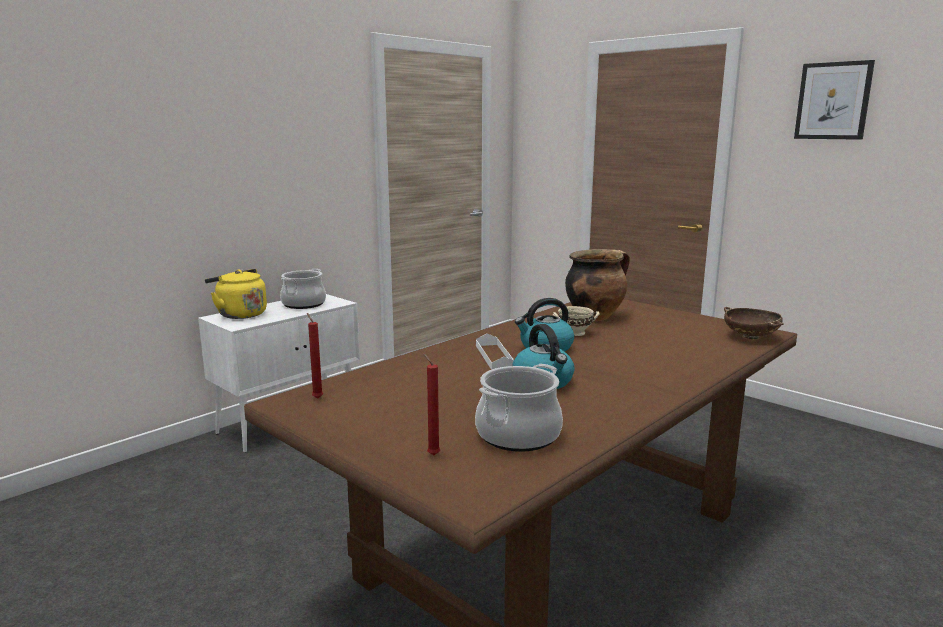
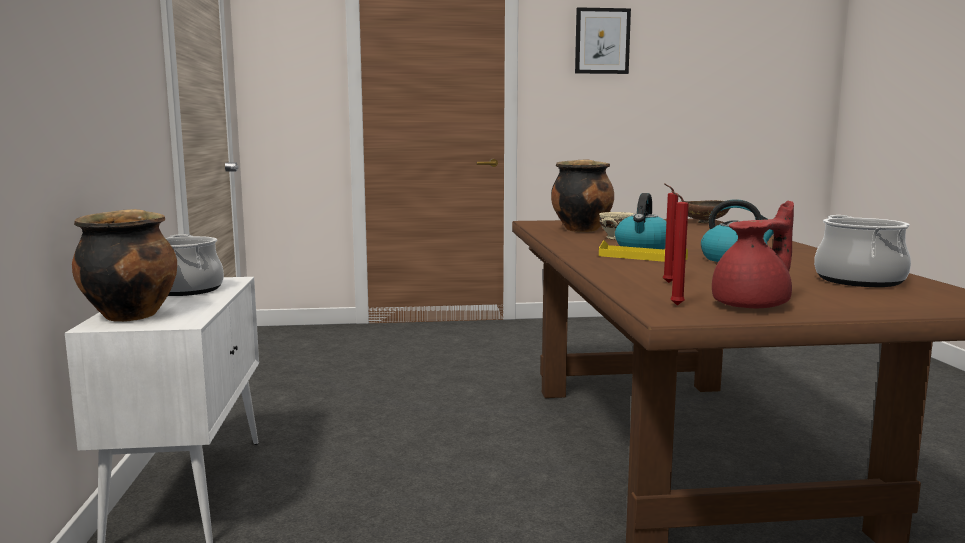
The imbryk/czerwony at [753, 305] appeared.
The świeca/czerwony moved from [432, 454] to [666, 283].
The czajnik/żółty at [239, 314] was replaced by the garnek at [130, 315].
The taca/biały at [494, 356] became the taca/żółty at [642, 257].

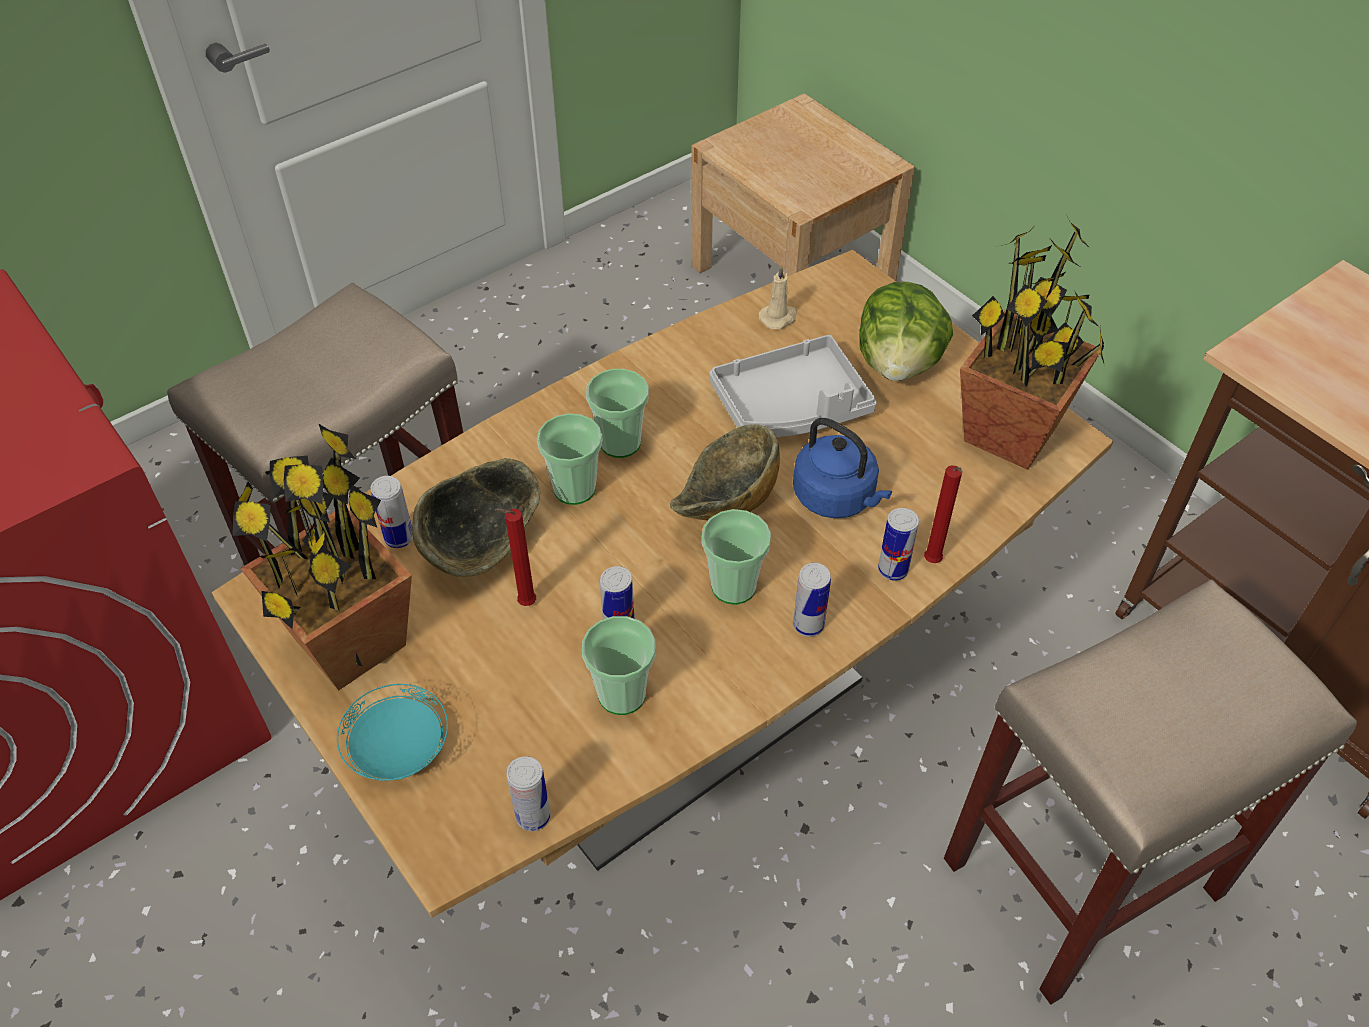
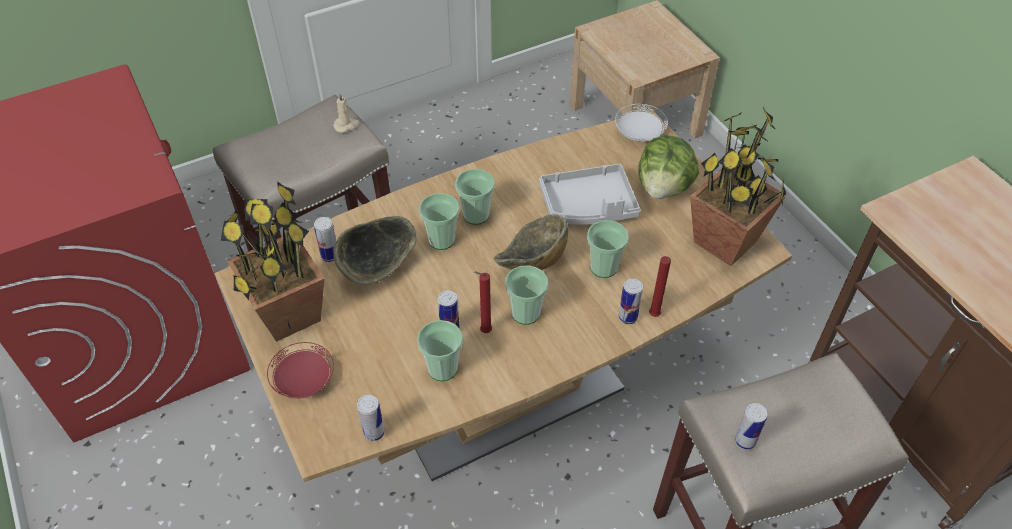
The talerz/biały at [638, 134] appeared.
The świeca/czerwony moved from [524, 604] to [484, 331].
The świeca/beżowy moved from [779, 317] to [346, 125].
The puszka moved from [808, 625] to [745, 441].
The czajnik/niebieski at [837, 498] was replaced by the filiżanka at [603, 267].
The talerz/turkusowy at [399, 749] became the talerz/czerwony at [304, 381].

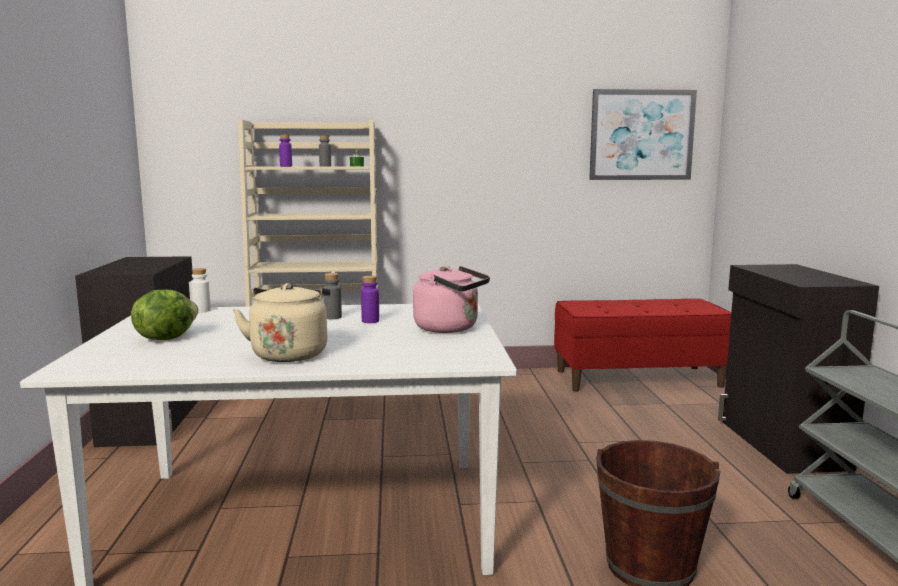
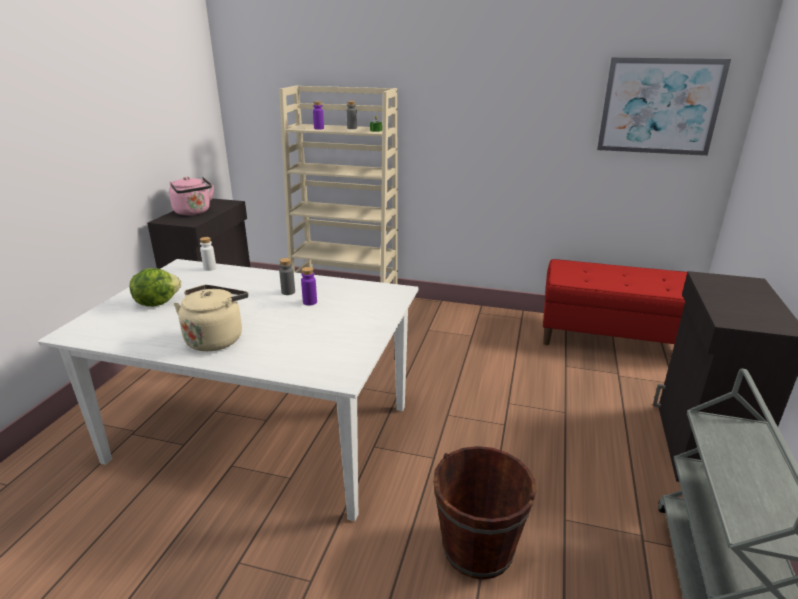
The czajnik/różowy moved from [450, 328] to [193, 212].

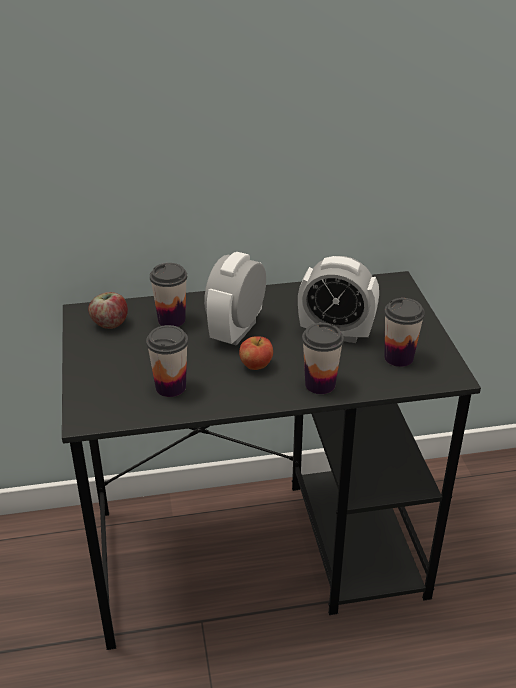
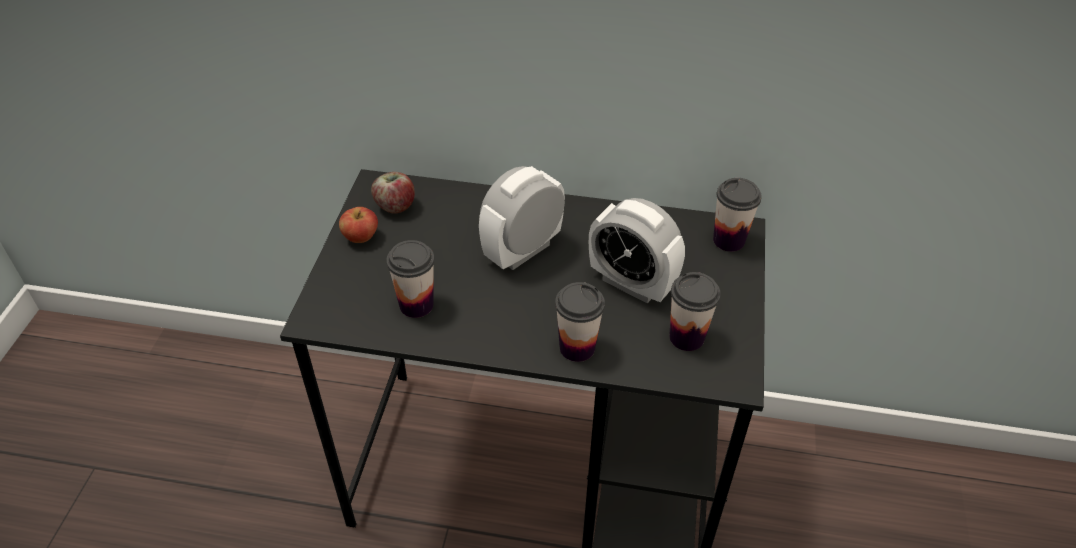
The filiżanka moved from [171, 320] to [728, 240].
The jabłko moved from [256, 365] to [360, 237].

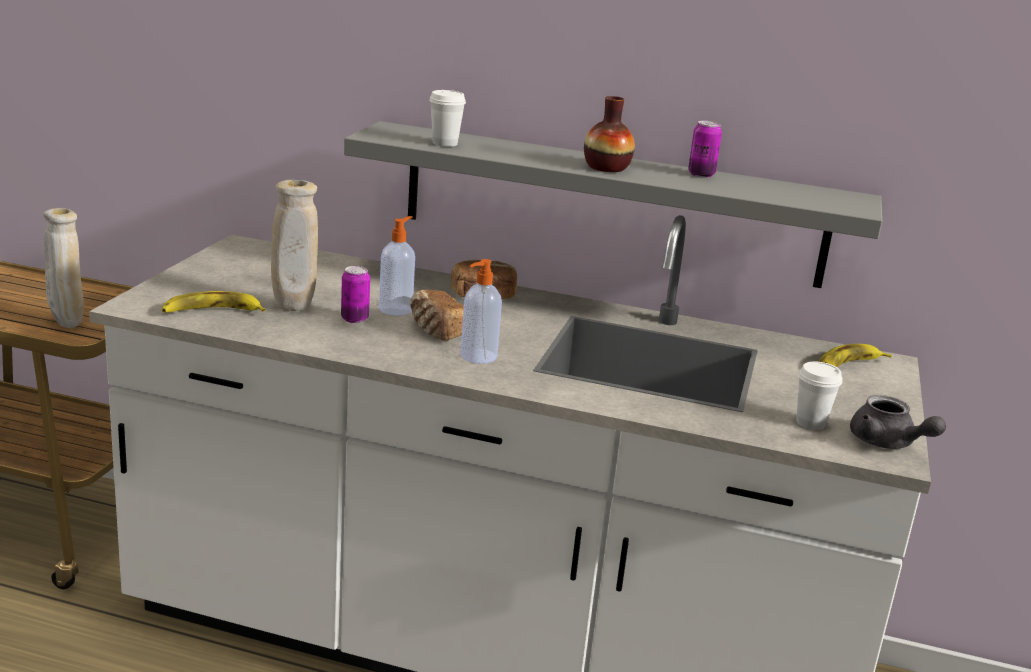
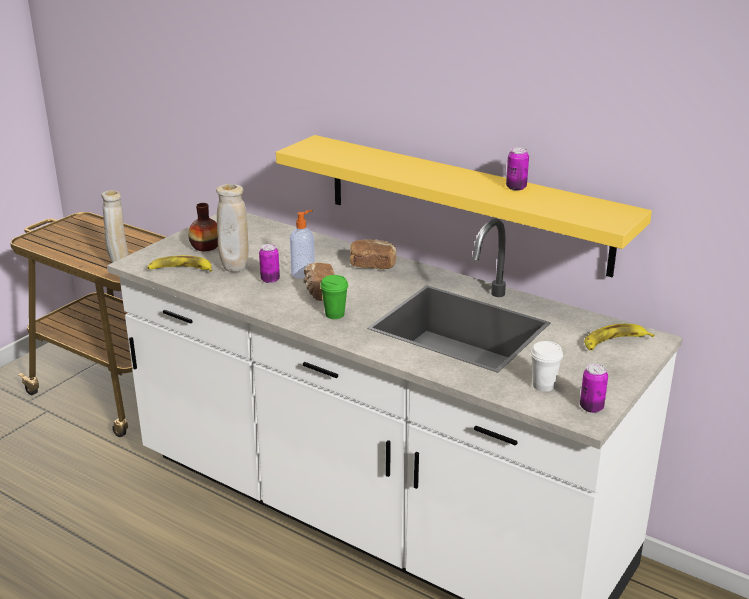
The filiżanka/biały at [445, 143] disappeared.
The wazon moved from [606, 167] to [206, 246].
The dozownik mydła at [477, 357] was replaced by the filiżanka/zielony at [334, 314].
The imbryk/szary at [887, 443] was replaced by the puszka at [591, 407].
The półka/szary at [611, 204] became the półka/żółty at [465, 203].

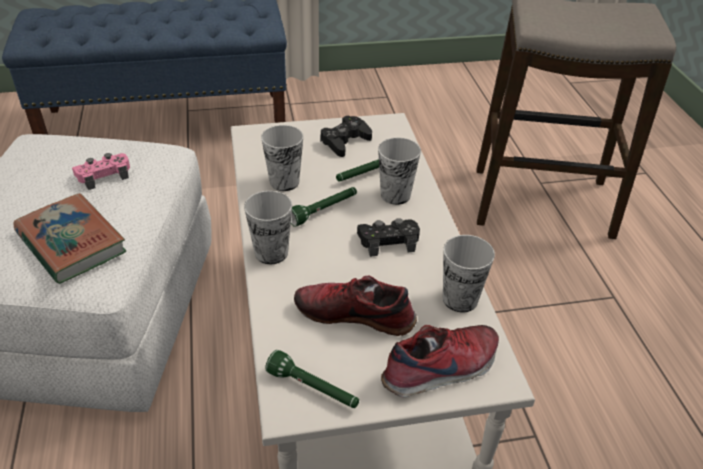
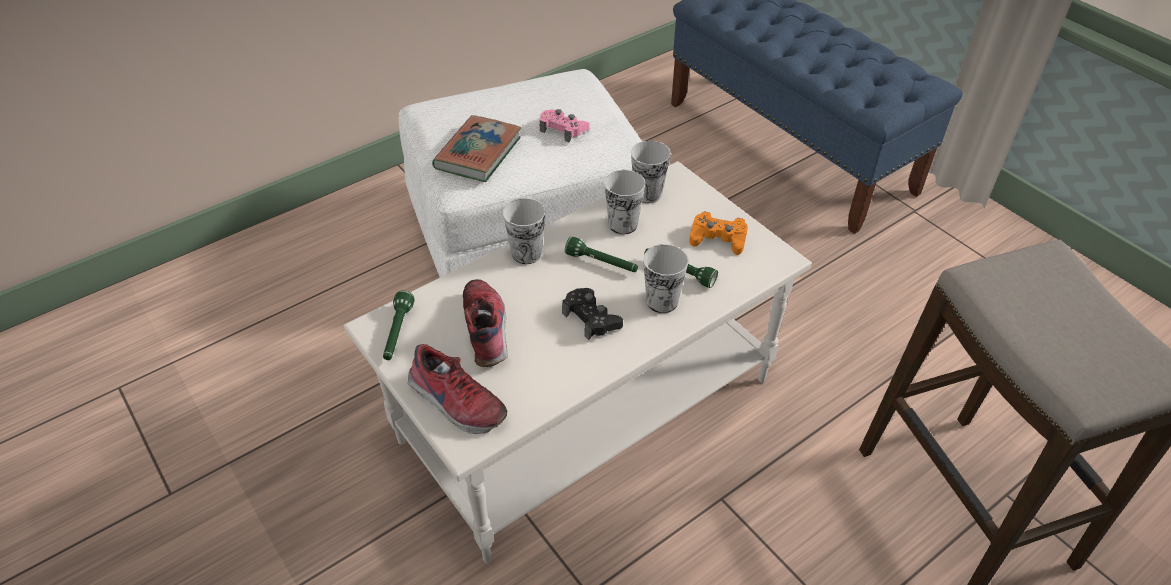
The filiżanka moved from [460, 299] to [648, 194].
The pad do gier/czarny at [345, 141] became the pad do gier/pomarańczowy at [718, 238].

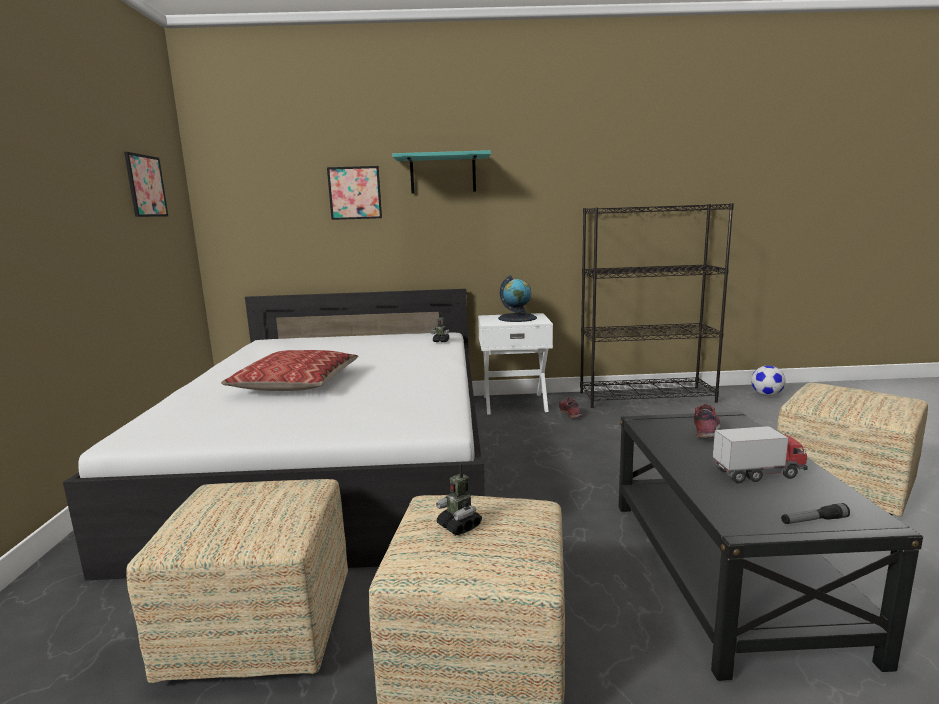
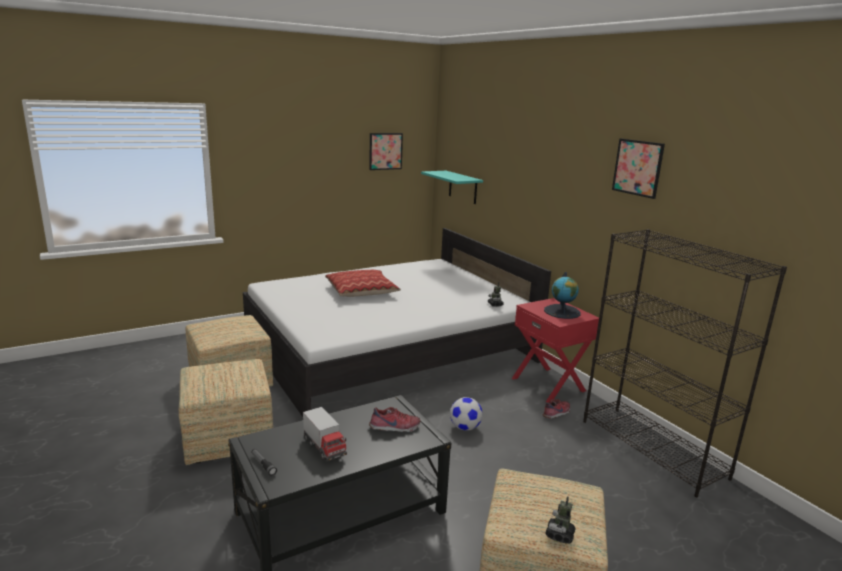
The obraz moved from [355, 193] to [637, 167].
The półka/turkusowy moved from [443, 174] to [463, 187].
The robot zabawkowy moved from [459, 526] to [559, 535].
The piłka futbolowa moved from [766, 395] to [465, 427].
The szafka nocna/biały at [514, 403] became the szafka nocna/czerwony at [549, 384].

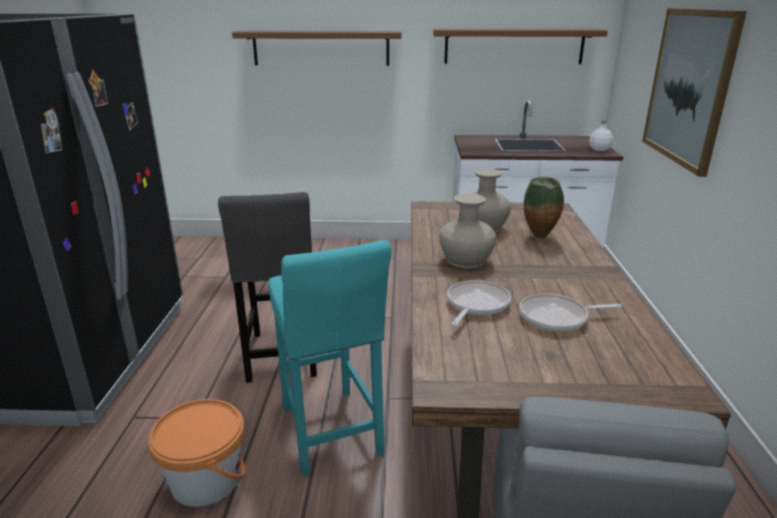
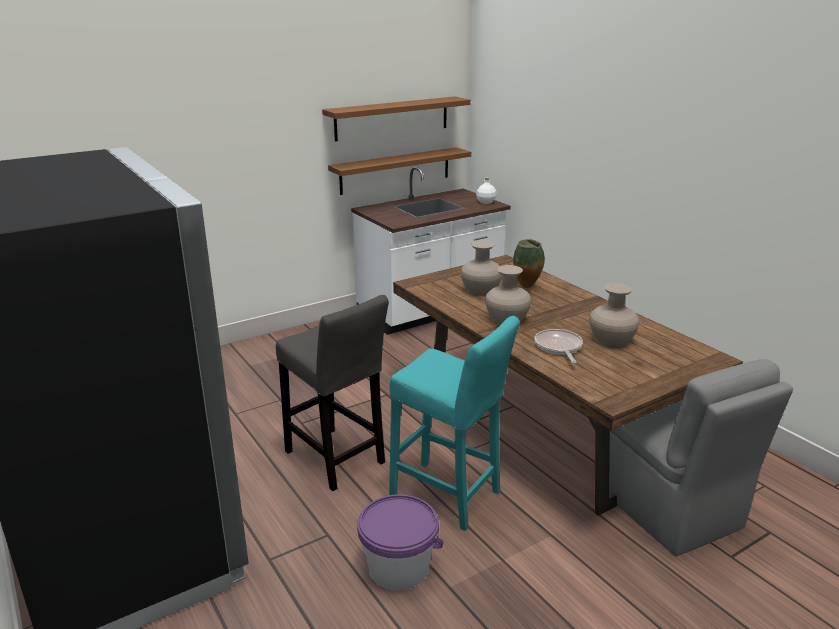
The obraz at [689, 87] disappeared.
The półka/brązowy moved from [321, 48] to [395, 170].
The patelnia at [557, 318] was replaced by the wazon/beżowy at [611, 340].
The wiadro/pomarańczowy at [206, 480] became the wiadro/fioletowy at [399, 567].

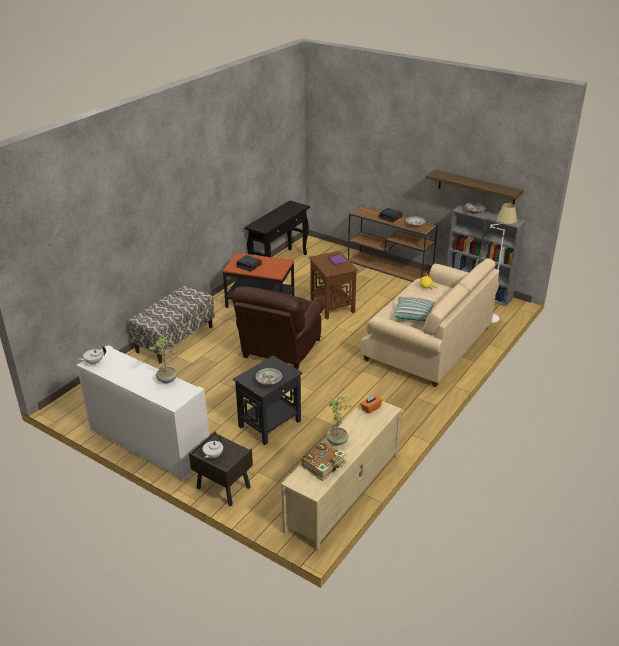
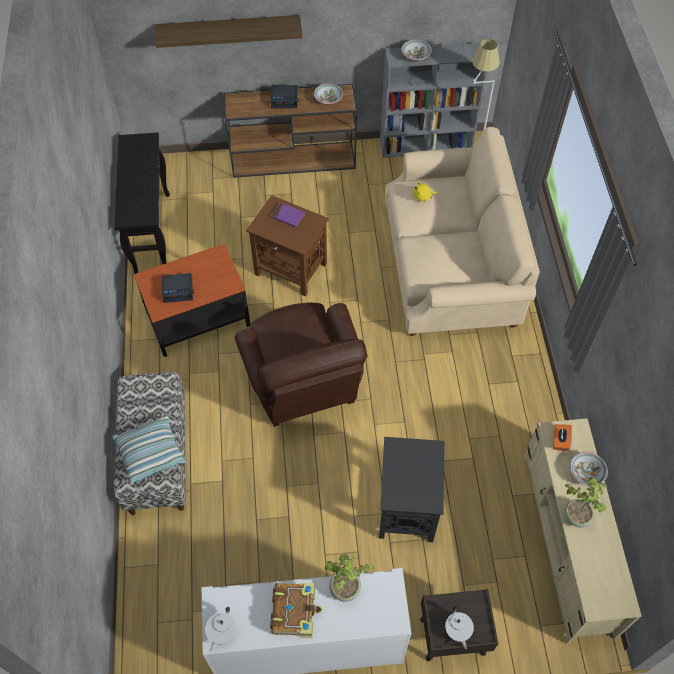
The miska moved from [269, 382] to [586, 473].
The książka moved from [324, 465] to [295, 611].
The poduszka moved from [413, 315] to [151, 453].
The półka moved from [476, 188] to [229, 30].

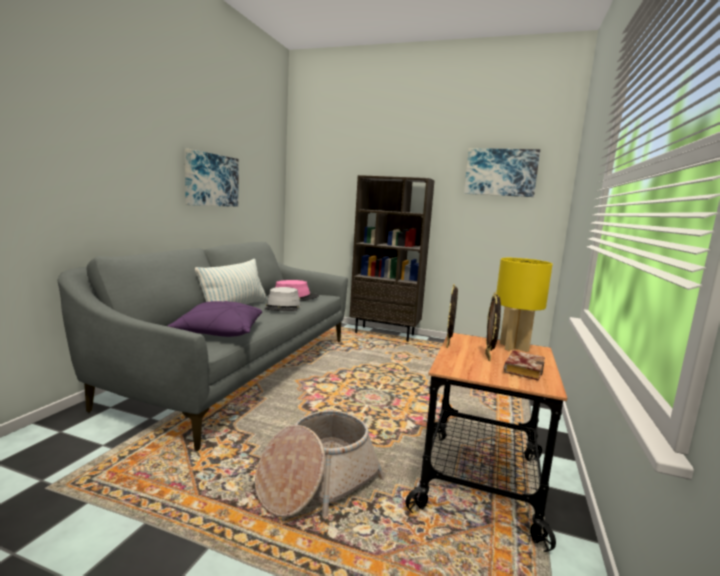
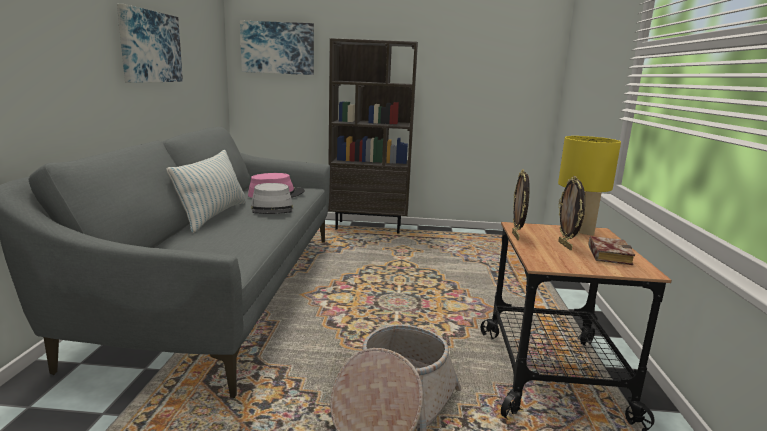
The poduszka/fioletowy at [219, 332] disappeared.
The obraz moved from [500, 172] to [278, 48].

